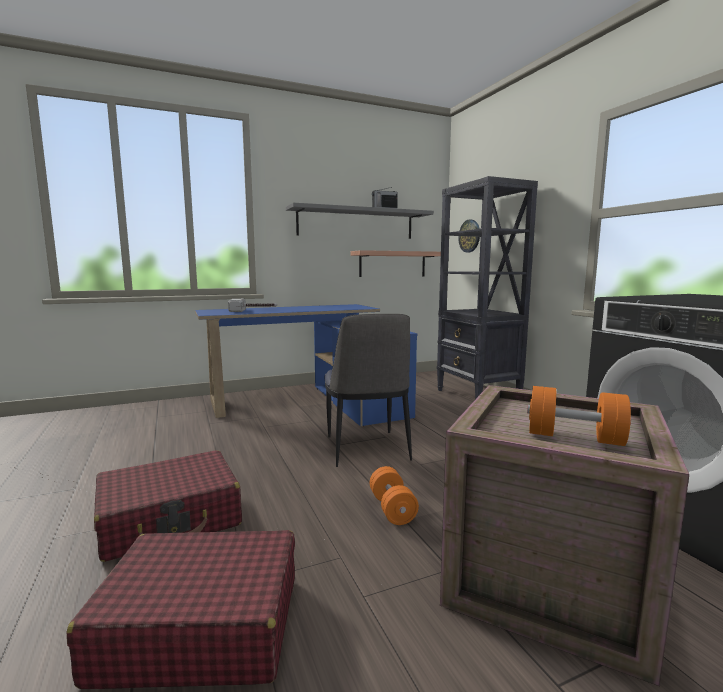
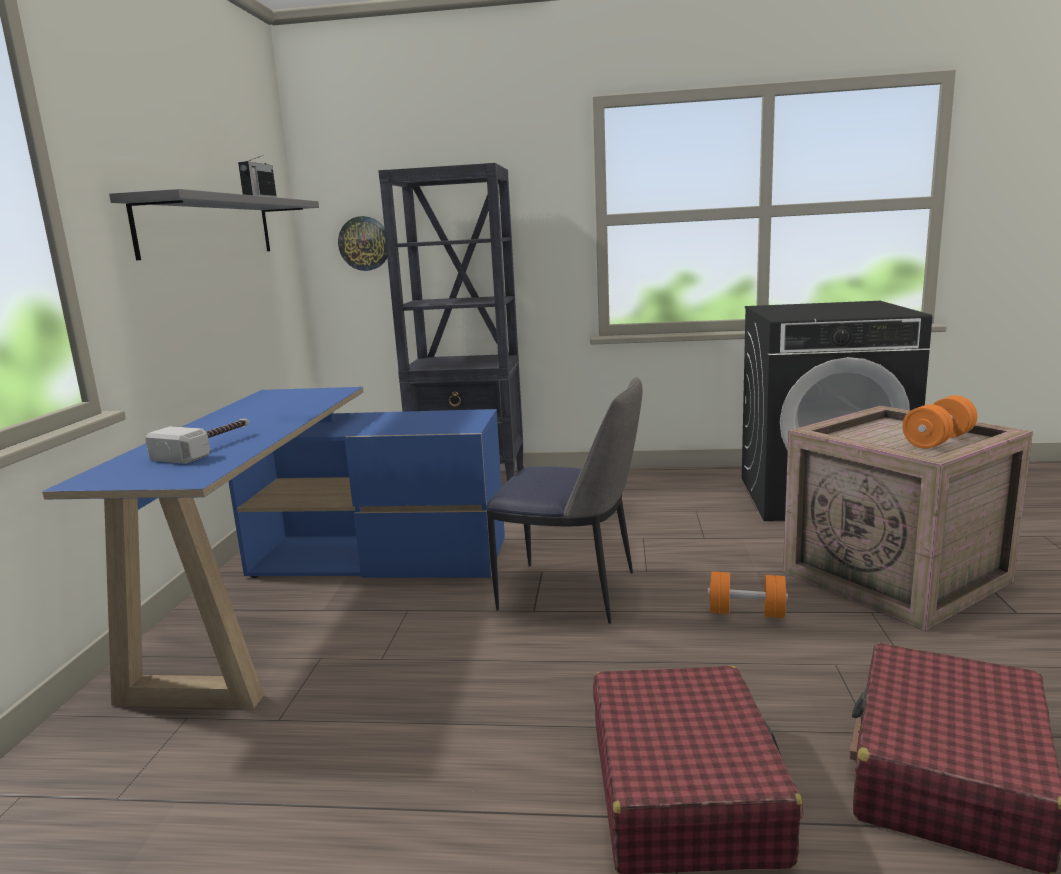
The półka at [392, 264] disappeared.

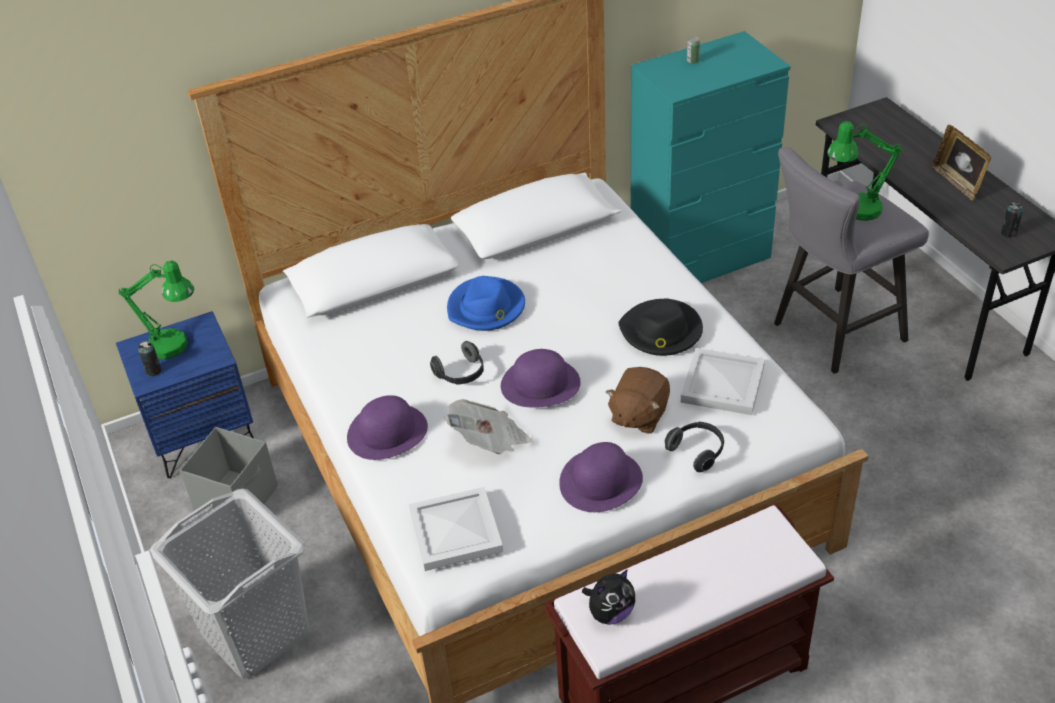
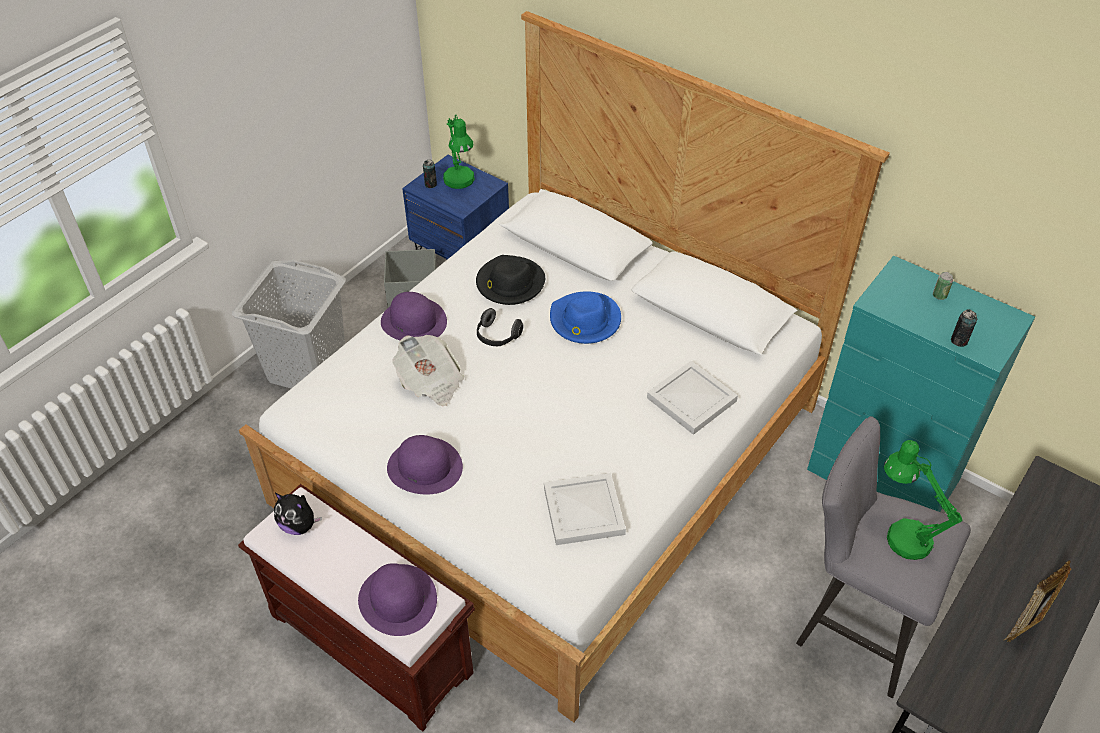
The pluszak/brązowy at [638, 415] disappeared.
The słuchawki at [697, 451] disappeared.
The taca/biały moved from [457, 532] to [691, 400].
The kapelusz/fioletowy moved from [540, 383] to [398, 599].
The kapelusz/czarny moved from [661, 331] to [510, 283].
The puszka moved from [1008, 233] to [959, 341].

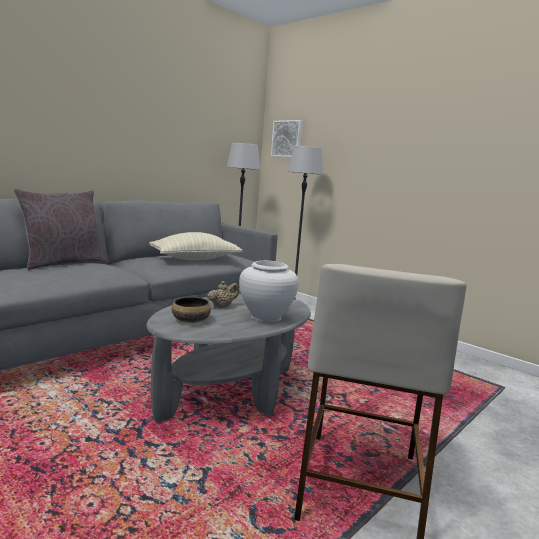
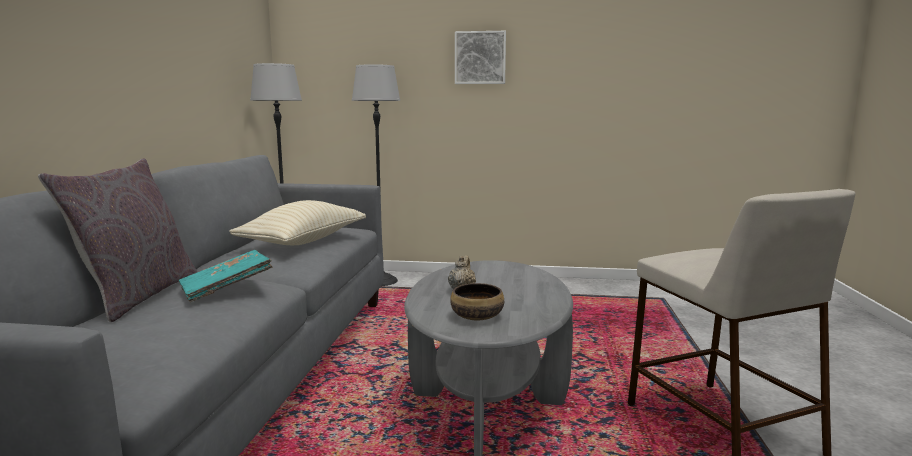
The wazon/biały at [266, 317] disappeared.
The książka/turkusowy at [226, 289] appeared.
The obraz moved from [287, 139] to [480, 58].

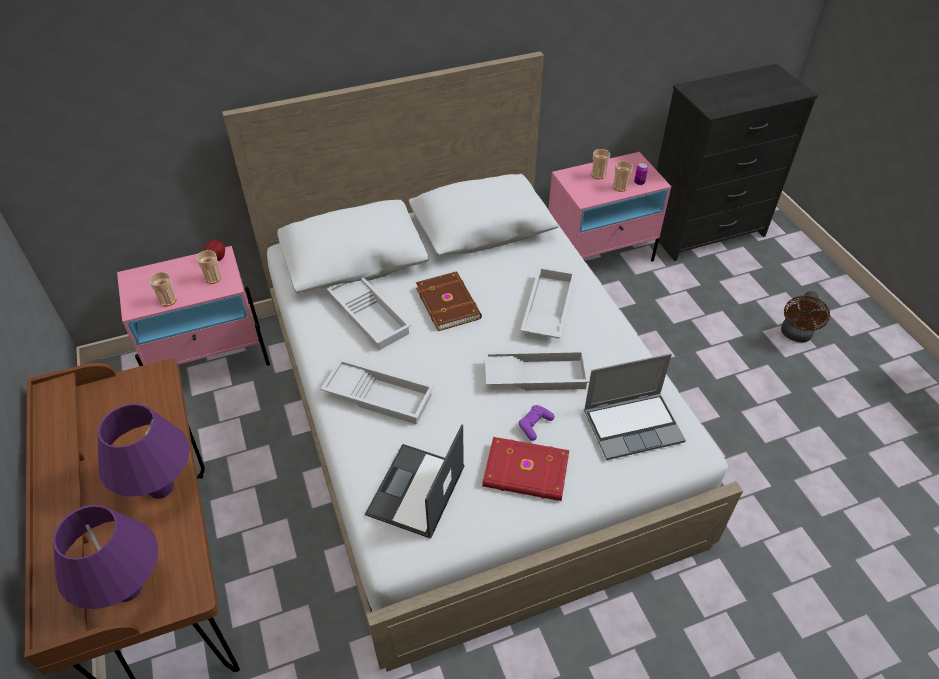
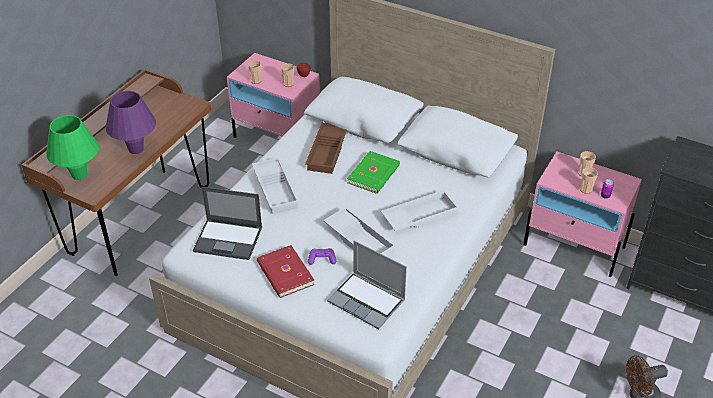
The lampa stołowa/fioletowy at [127, 588] became the lampa stołowa/zielony at [79, 175].
The taca/biały at [371, 315] became the taca/brązowy at [328, 152].
The książka/brązowy at [449, 302] became the książka/zielony at [374, 174].
The laptop at [416, 492] turned 150 degrees counterclockwise.

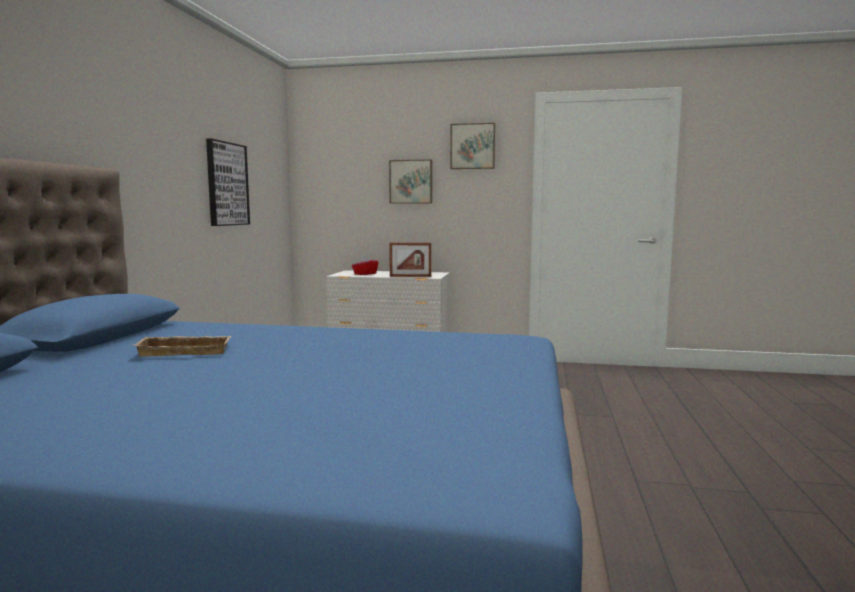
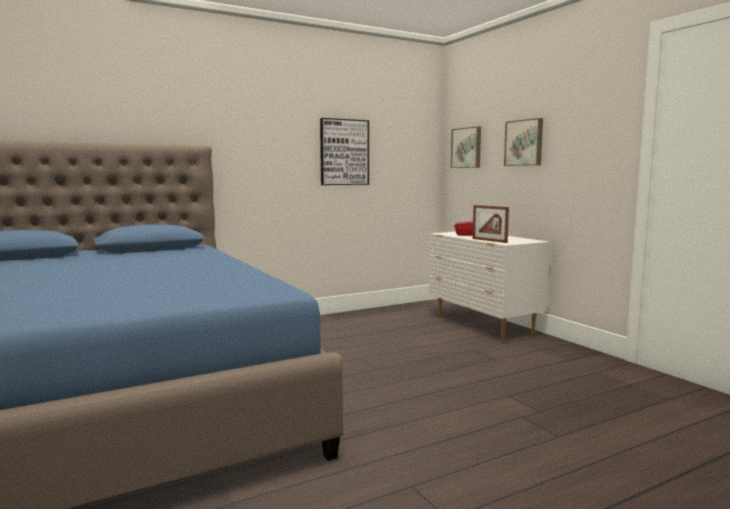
The taca/beżowy at [187, 351] disappeared.
The obraz moved from [472, 146] to [467, 148].

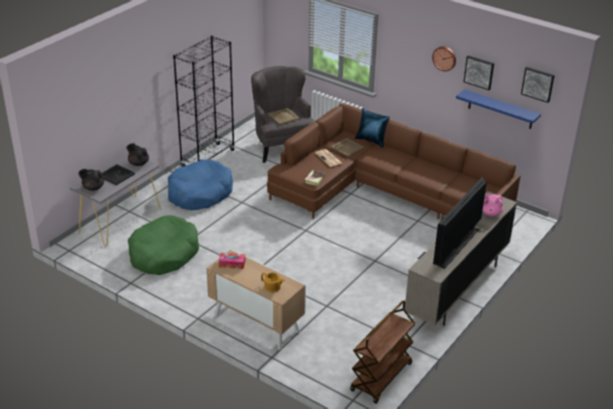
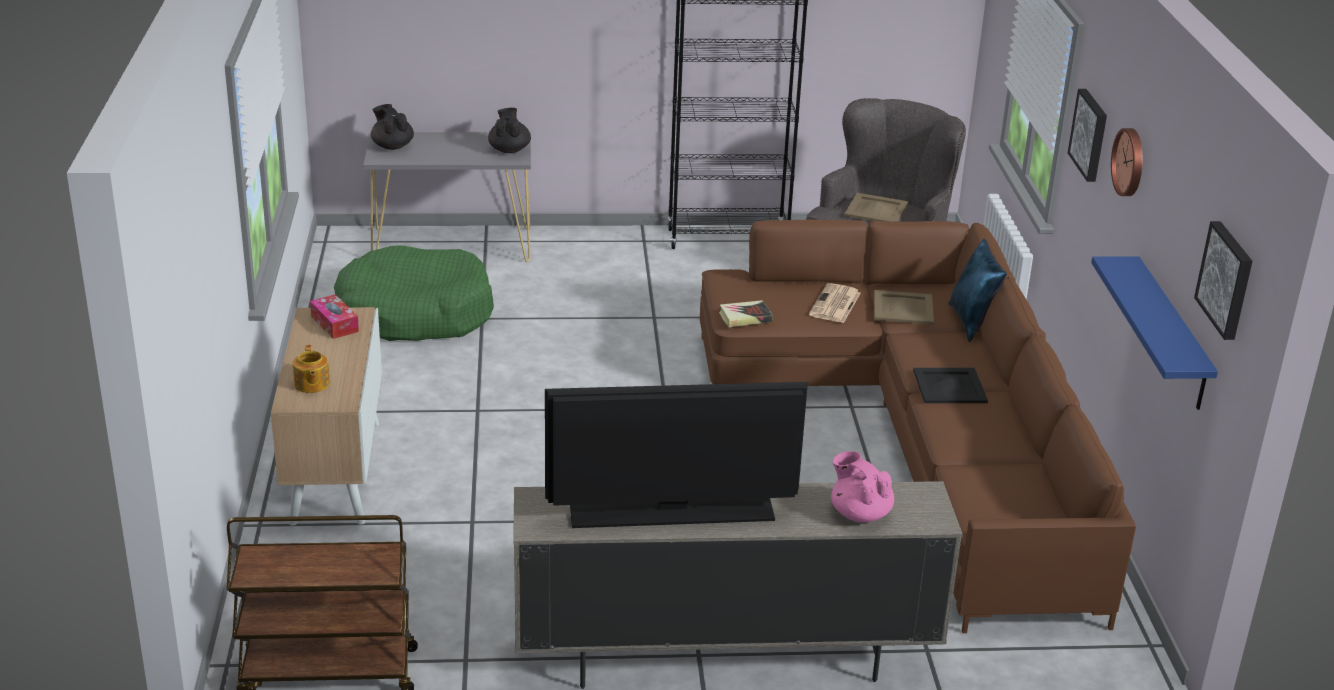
The legowisko/niebieski at [199, 193] disappeared.
The taca/czarny moved from [116, 175] to [950, 386].
The obraz moved from [479, 72] to [1090, 134].

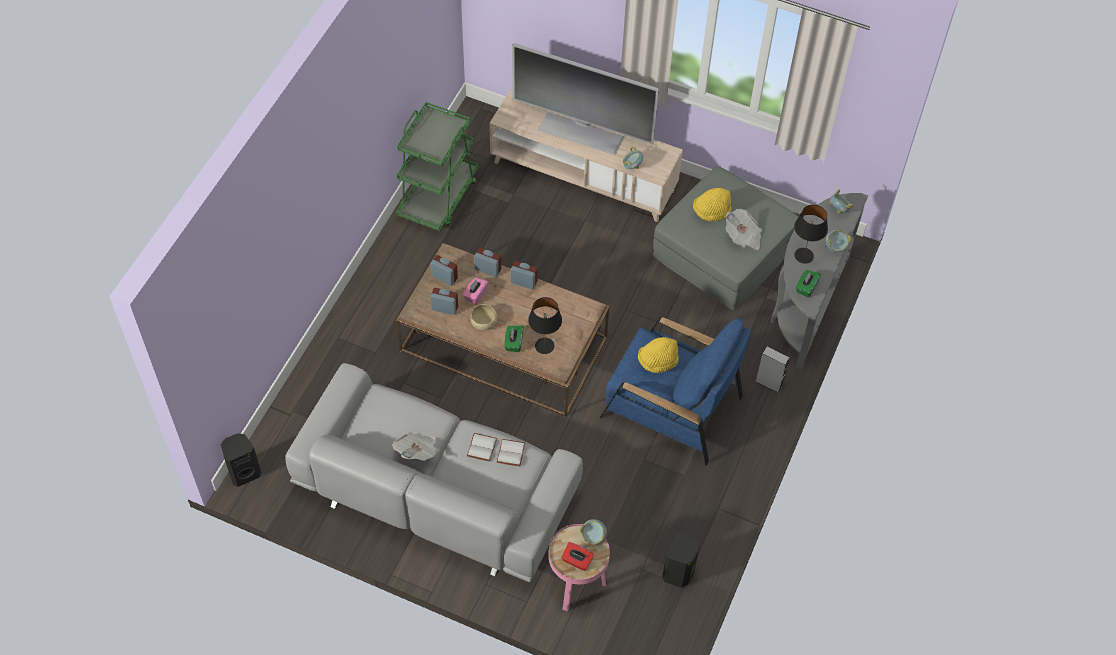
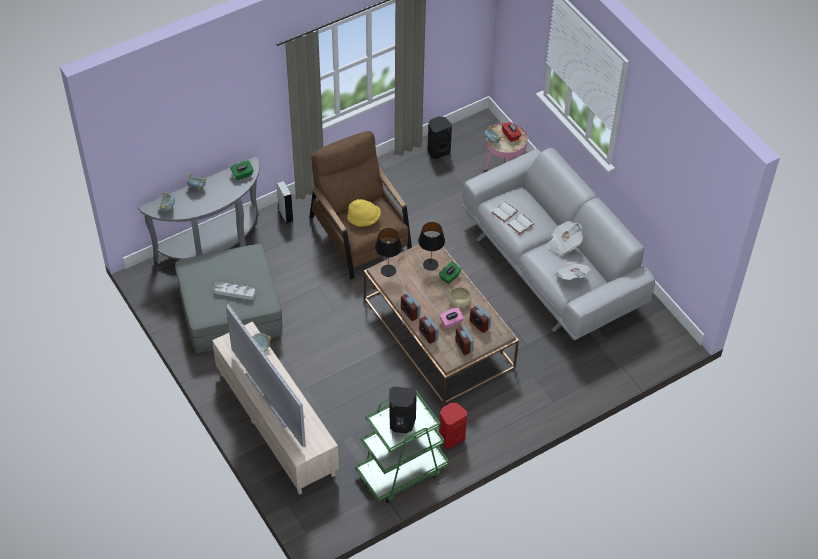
The głośnik/czerwony at [451, 437] appeared.
The głośnik/czarny moved from [244, 472] to [401, 424].
The gazeta moved from [743, 236] to [572, 276].
The lampa stołowa/czarny moved from [803, 256] to [388, 270].
The kapelusz/żółty at [711, 212] was replaced by the taca/szary at [234, 292].
The fotel/niebieski at [671, 407] became the fotel/brązowy at [361, 235].

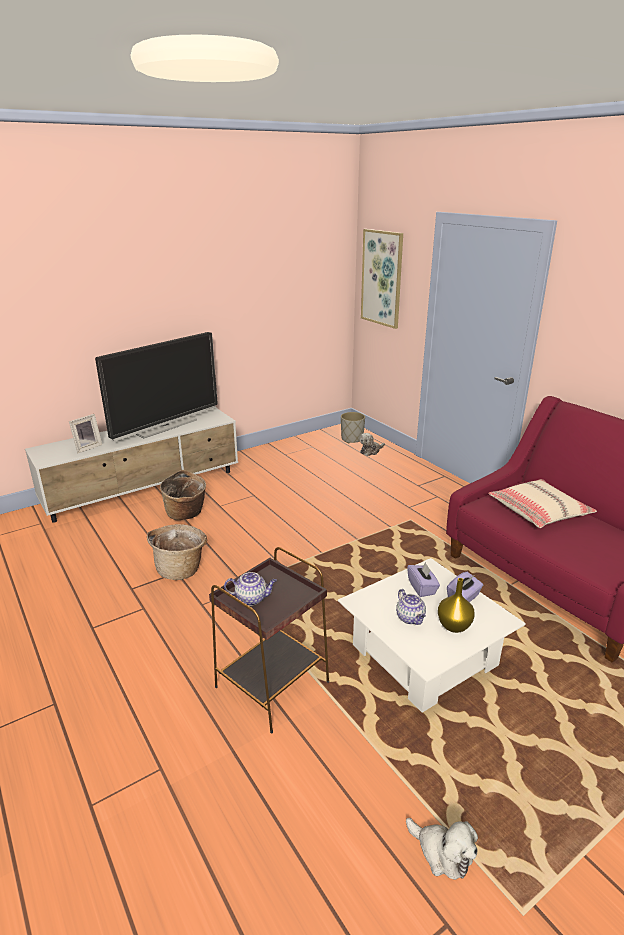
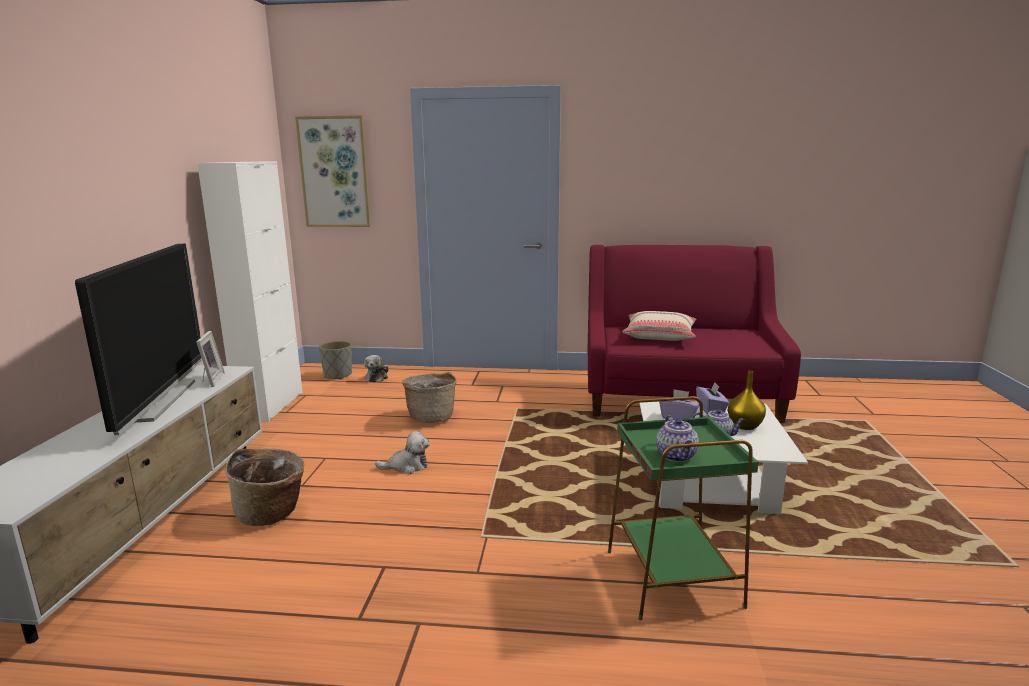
The szafka/biały at [270, 406] appeared.
The ramka na zdjęcie moved from [87, 447] to [210, 381].
The koszyk moved from [181, 569] to [431, 417].
The pluszak moved from [442, 853] to [407, 466].
The stolik/brązowy at [271, 685] became the stolik/zielony at [672, 579].
The imbryk at [252, 598] turned 135 degrees clockwise.

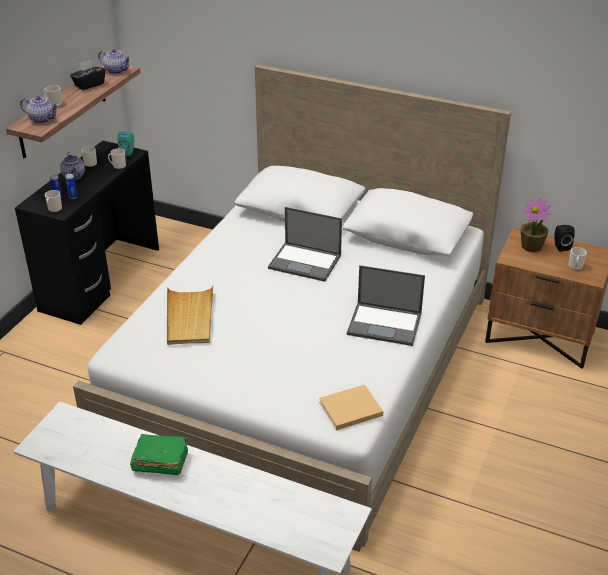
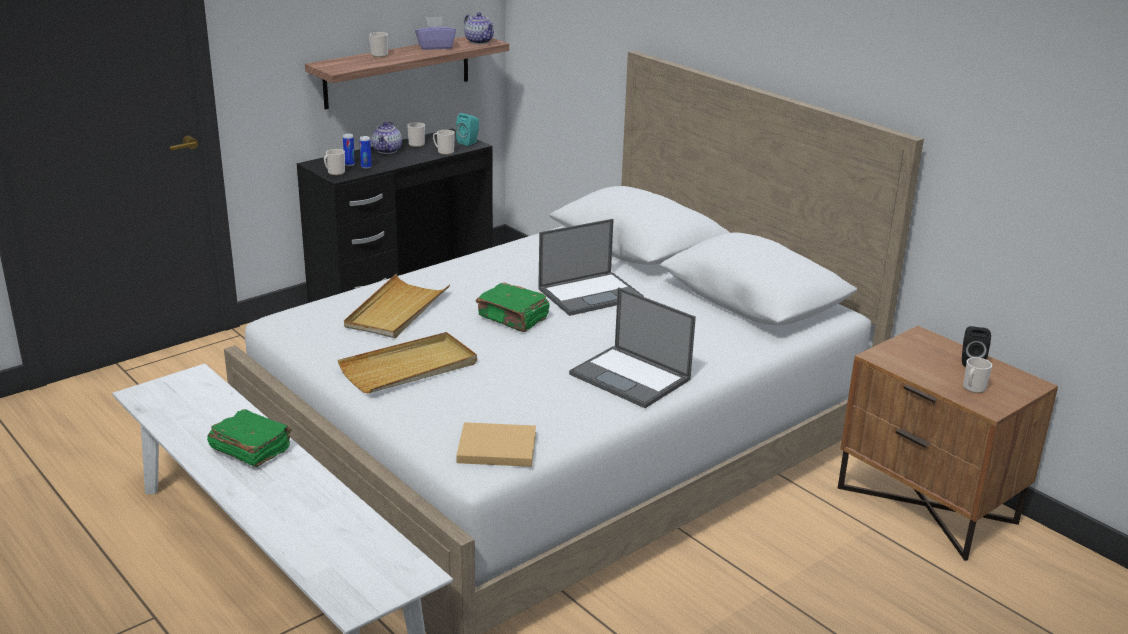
The imbryk at [42, 119] disappeared.
The roślina doniczkowa at [531, 246] disappeared.
The taca/beżowy at [410, 368] appeared.
The książka/zielony at [513, 318] appeared.
The pudełko chusteczek/czarny at [89, 85] became the pudełko chusteczek/fioletowy at [435, 47].
The laptop at [306, 262] turned 75 degrees counterclockwise.

